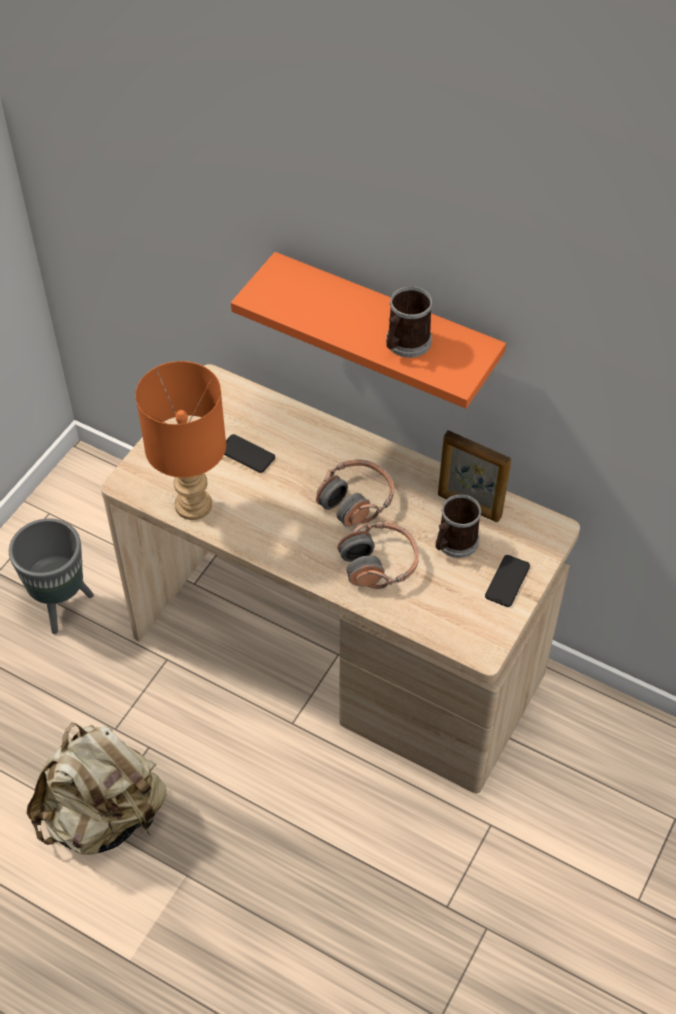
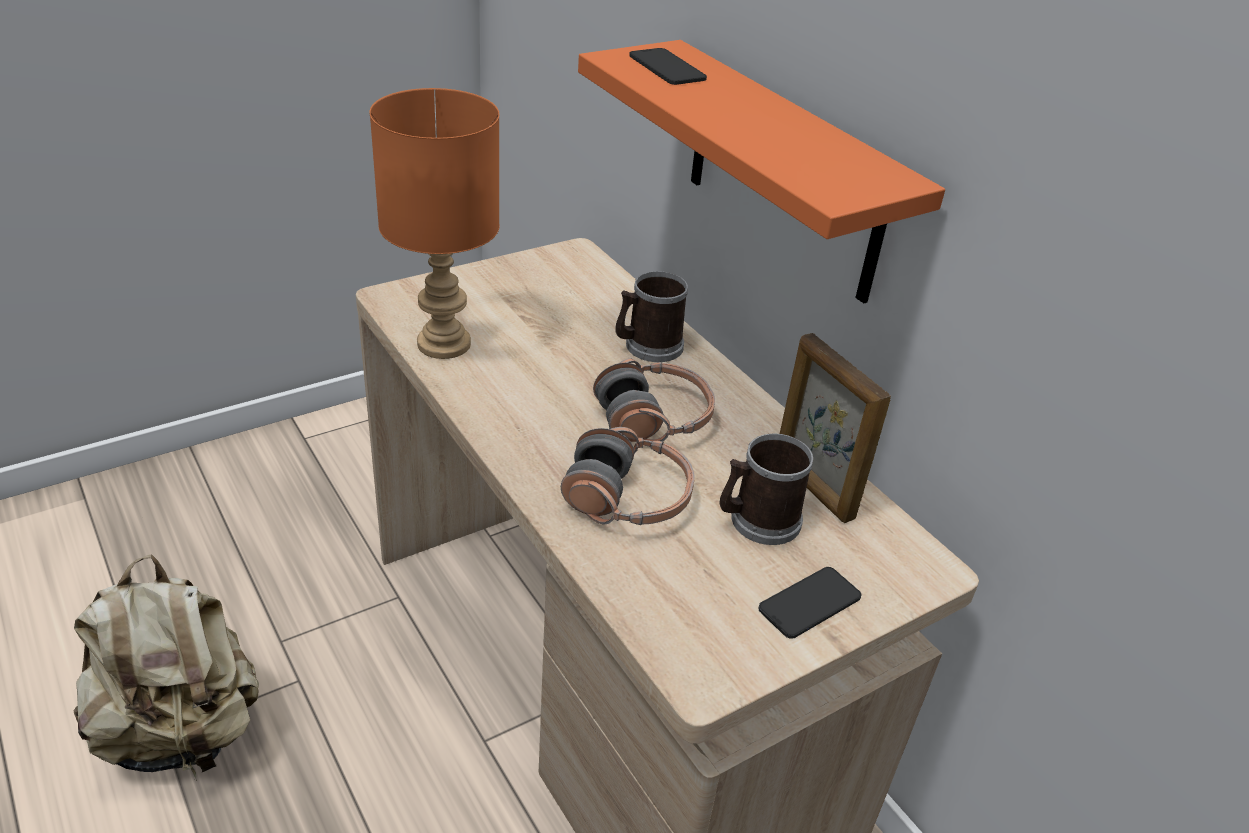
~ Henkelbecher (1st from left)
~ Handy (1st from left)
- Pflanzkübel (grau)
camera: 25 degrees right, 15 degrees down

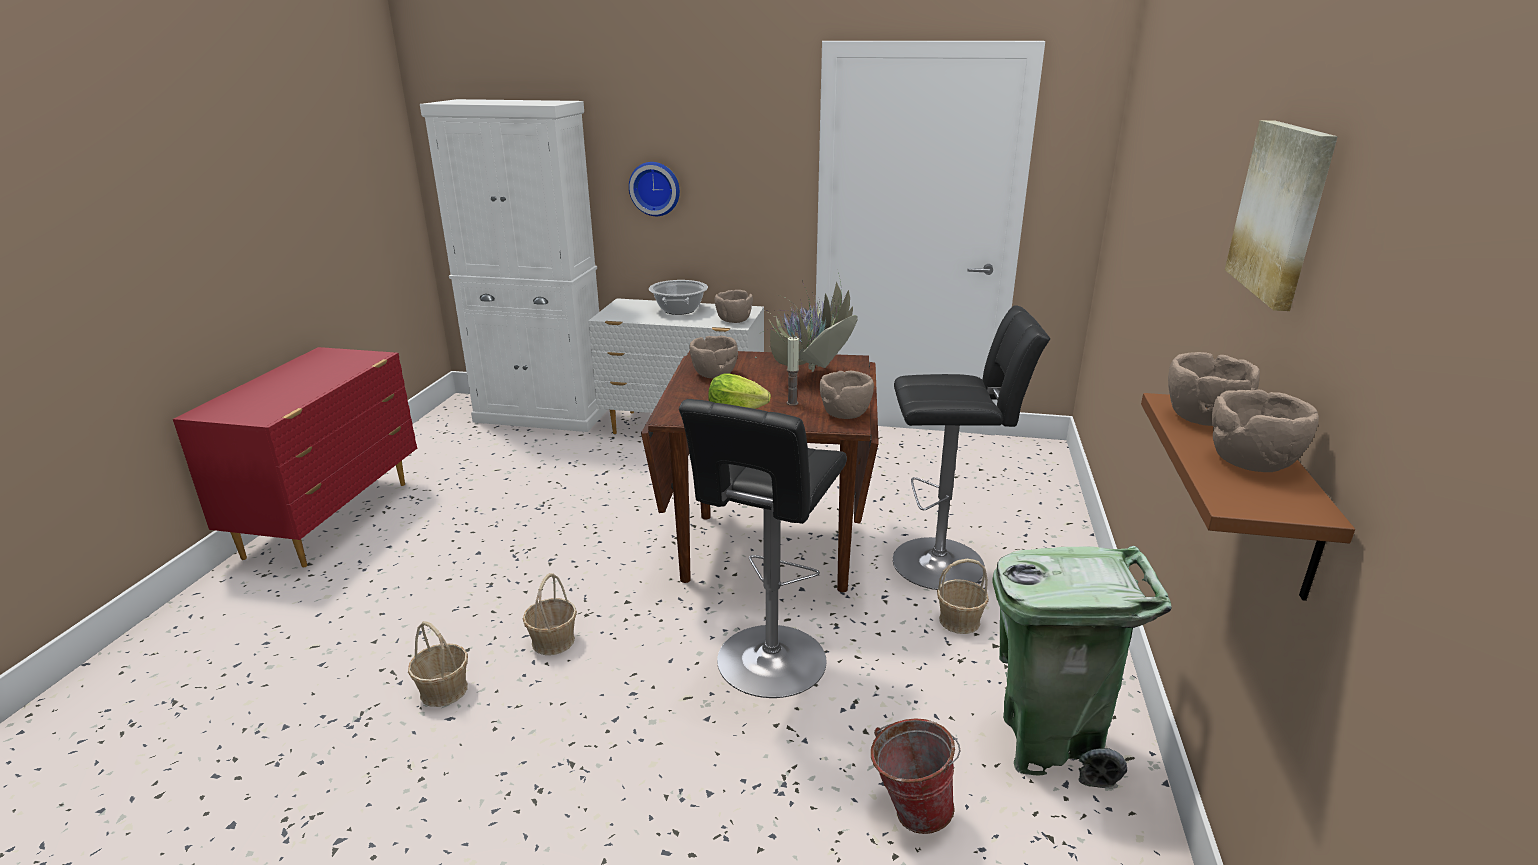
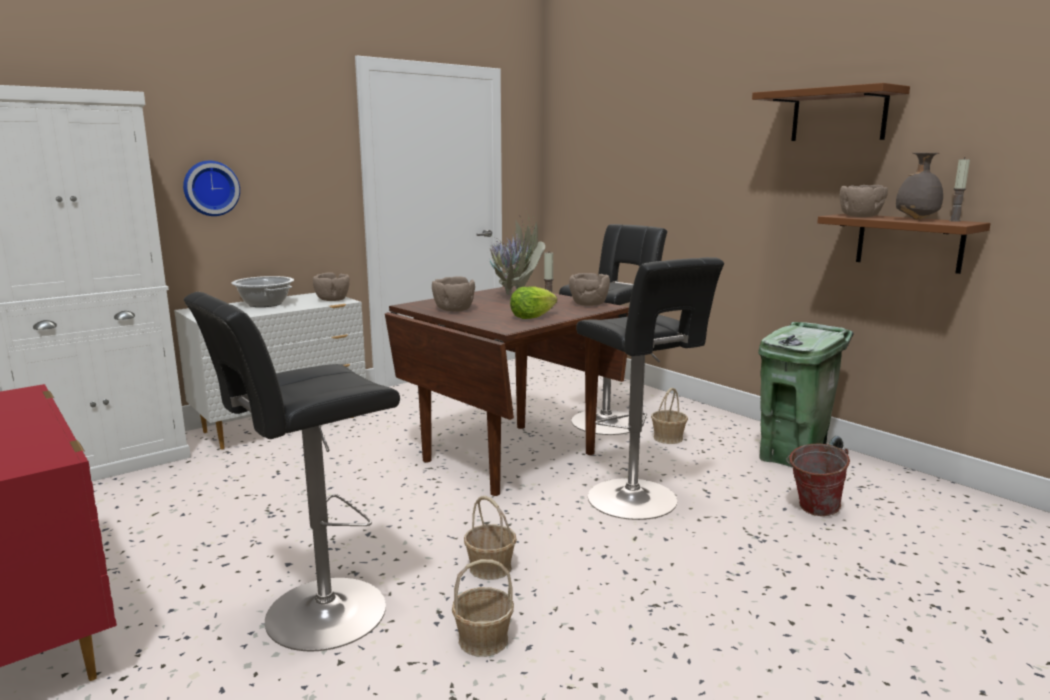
+ Hocker (schwarz) (1st from left)
~ Bild to Wandregal (braun) (1st from left)
~ Schüssel (braun) (5th from left) to Vase (grau)
+ Kerze (2nd from left)
camera: 50 degrees left, 10 degrees down

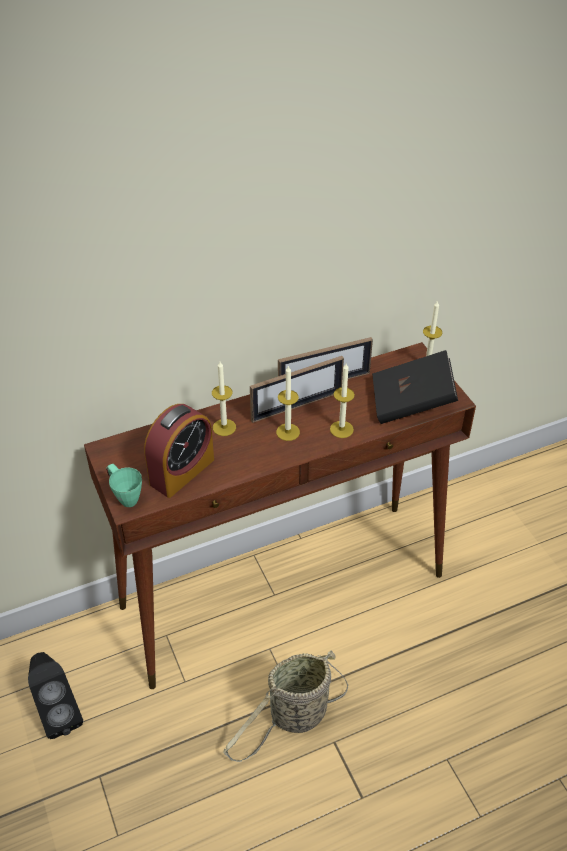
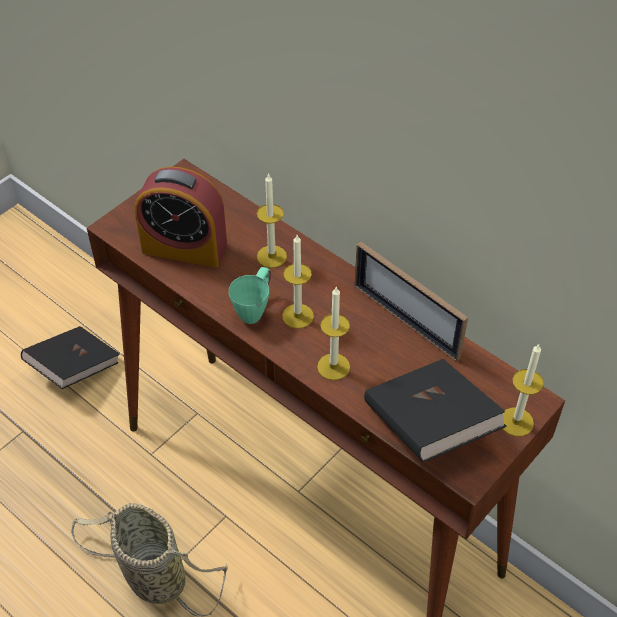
~ Lautsprecher (schwarz) to Buch (schwarz) (1st from left)
~ Henkelbecher (grün)
- Bilderrahmen (1st from left)
camera: 65 degrees right, 5 degrees up

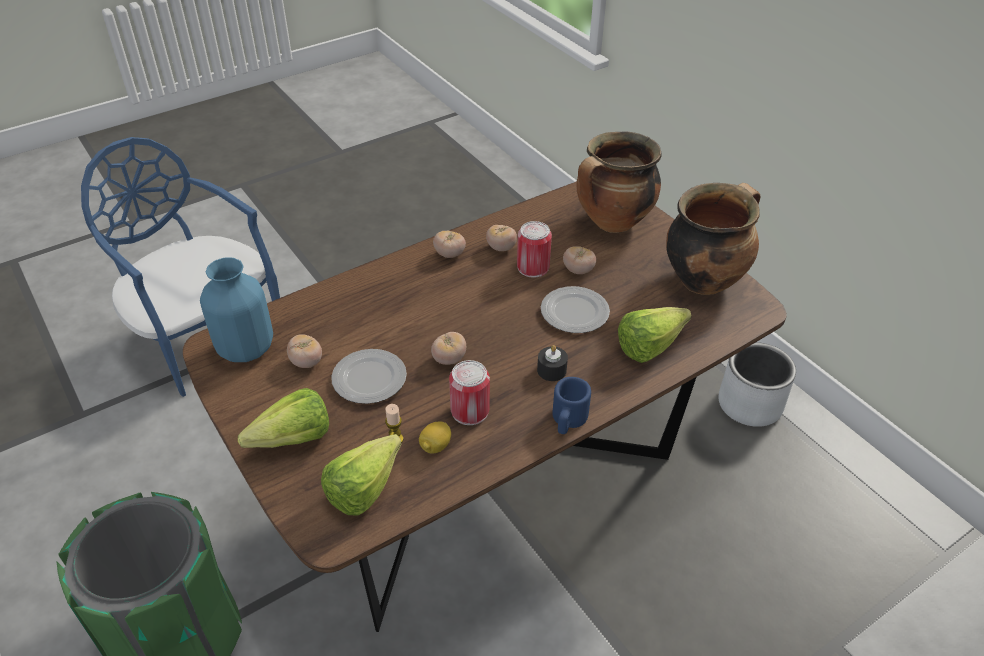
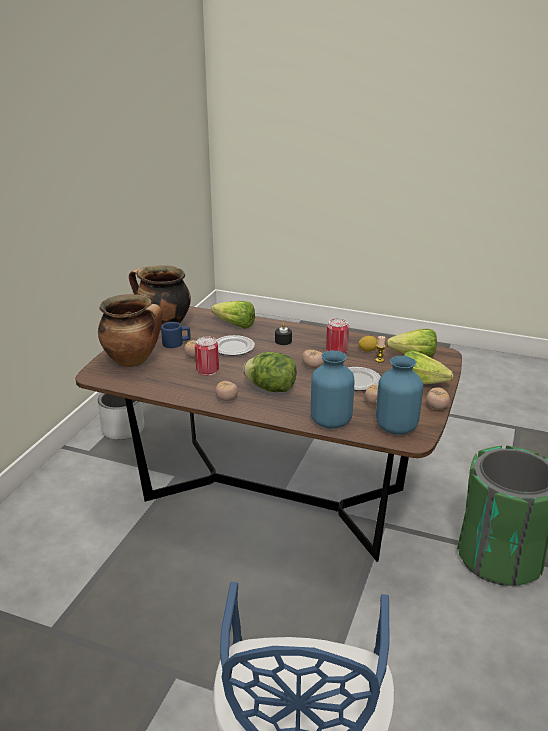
~ Henkelbecher (blau)
+ Salatkopf (2nd from left)
+ Vase (blau) (1st from left)
~ Tomate (4th from left in the first image) to Tomate (5th from left)
camera: 125 degrees left, 15 degrees down

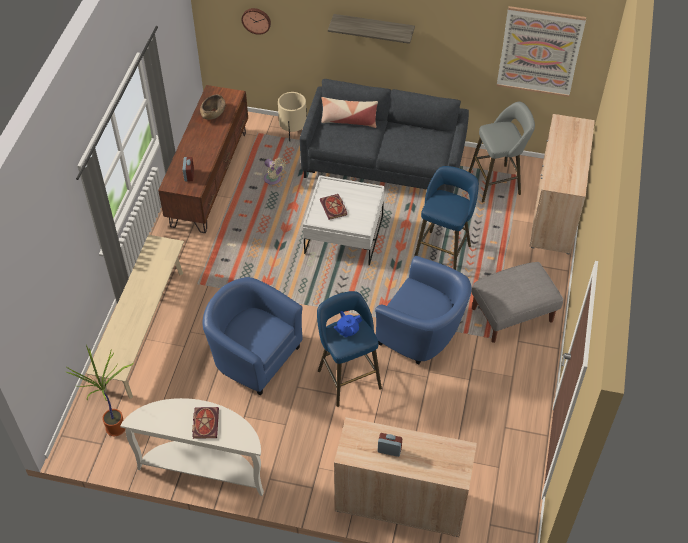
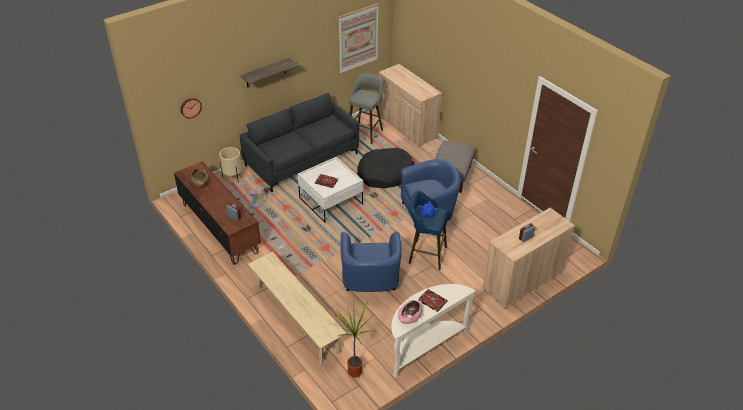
~ Sessel (blau) (1st from left) 75 degrees counterclockwise
~ Hocker (blau) (2nd from left) to Hundebett (schwarz)
+ Schüssel (rosa)
- Kissen
camera: 50 degrees left, 10 degrees down

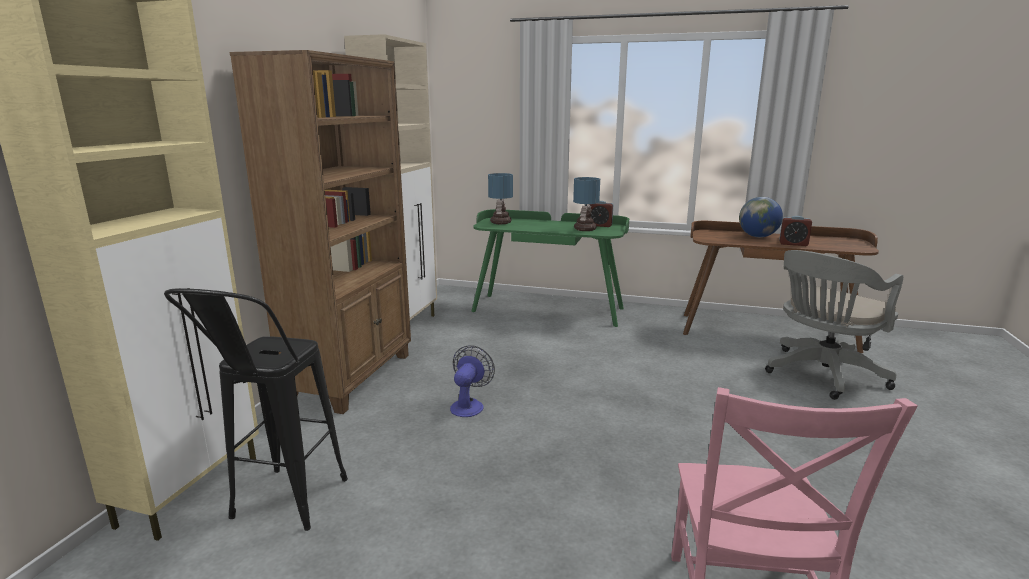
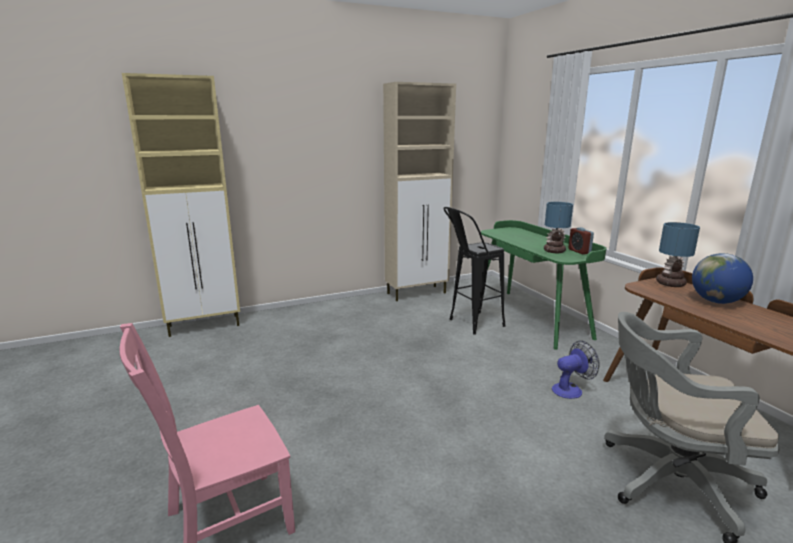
~ Hocker (schwarz)
~ Ventilator
~ Tischlampe (1st from left in the first image) to Tischlampe (2nd from left)
- Bücherregal (braun)
- Wecker (2nd from left)
camera: 50 degrees right, 0 degrees up

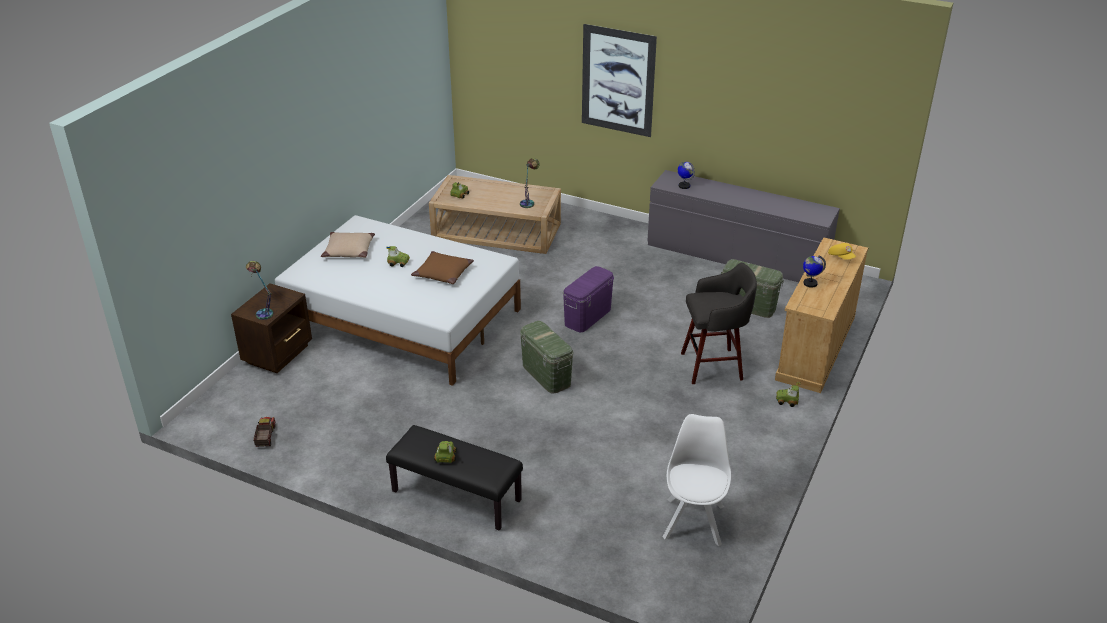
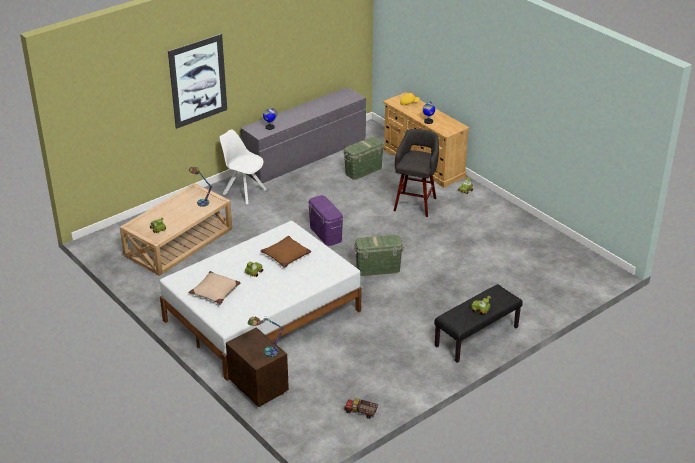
~ Stuhl (weiß)
camera: 65 degrees left, 0 degrees up

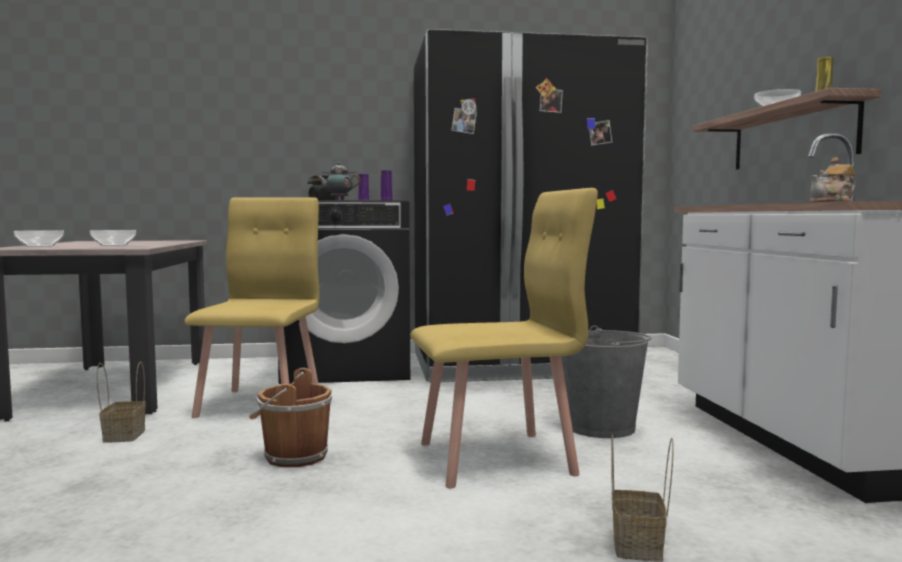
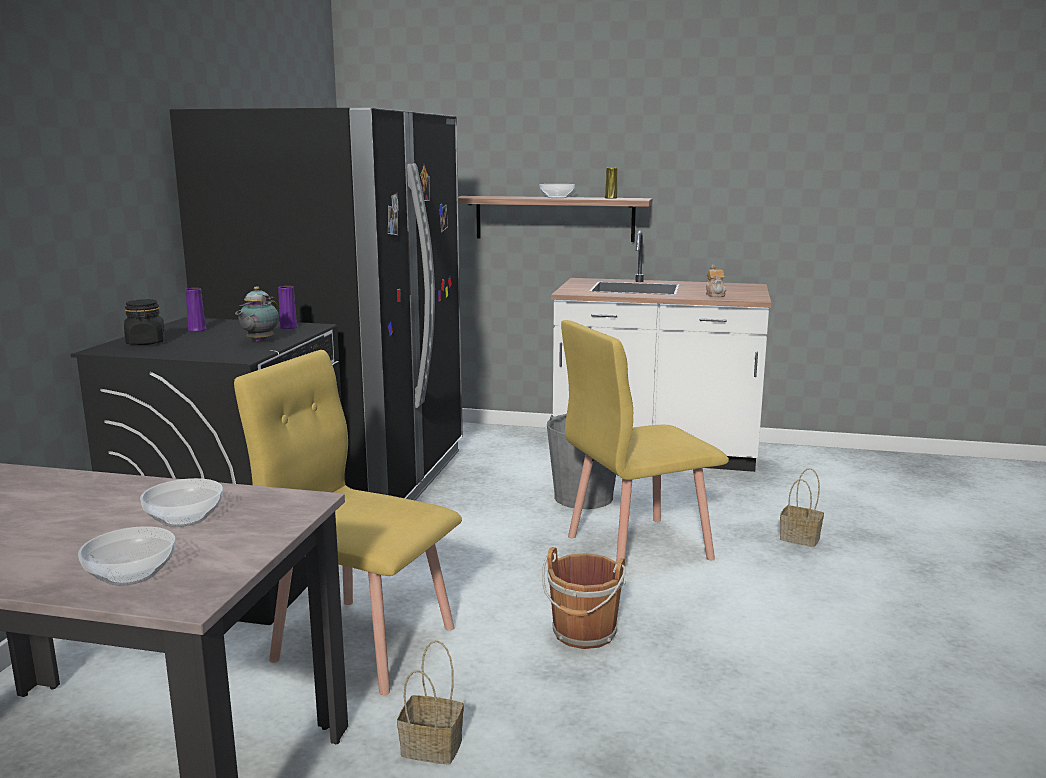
~ Stuhl (gelb) (2nd from left) 120 degrees counterclockwise
camera: 70 degrees left, 10 degrees up

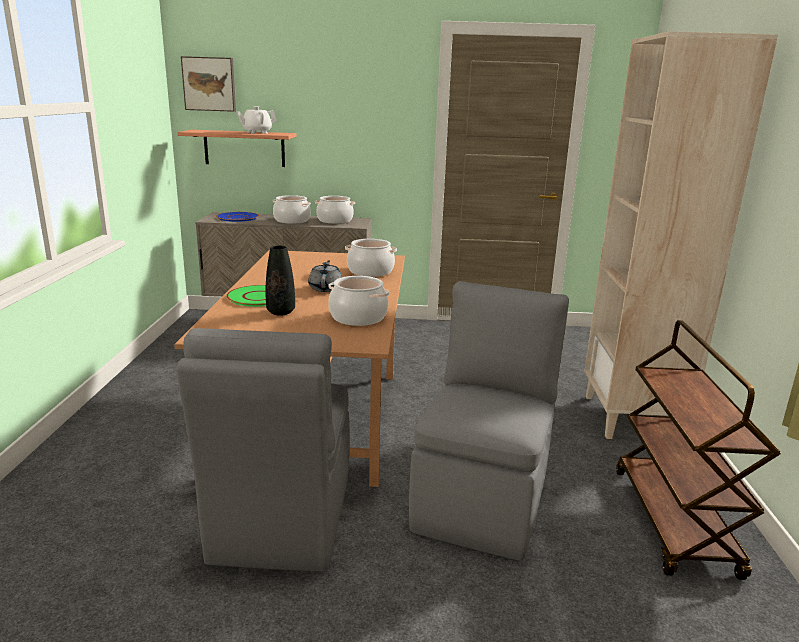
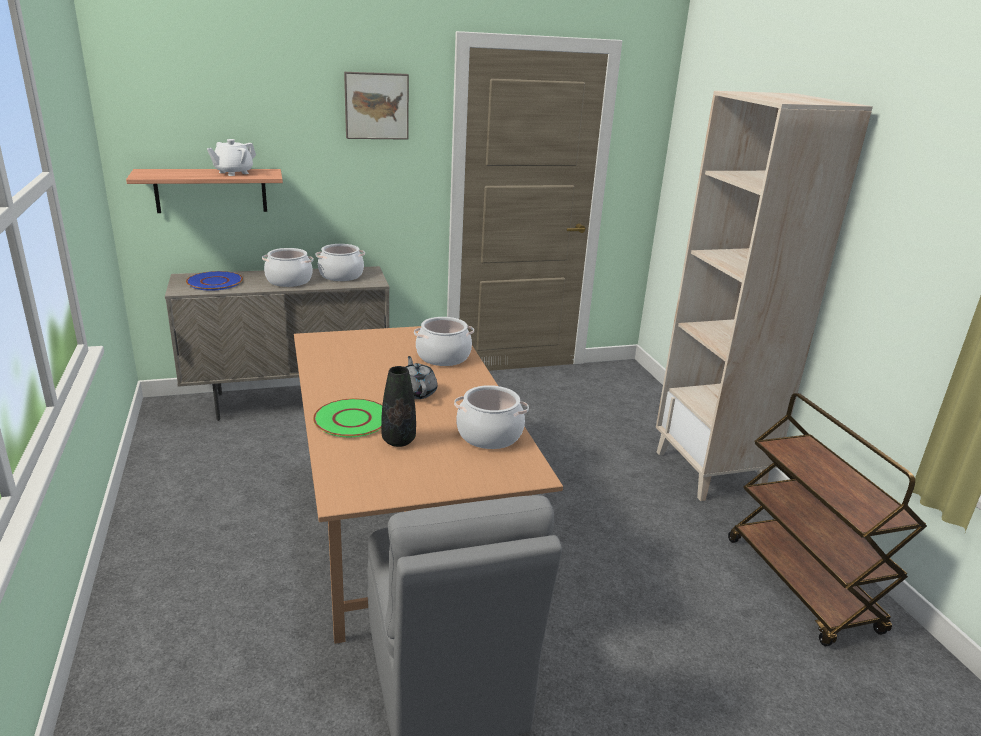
~ Bild
- Stuhl (grau) (2nd from left)
camera: 20 degrees left, 5 degrees up

